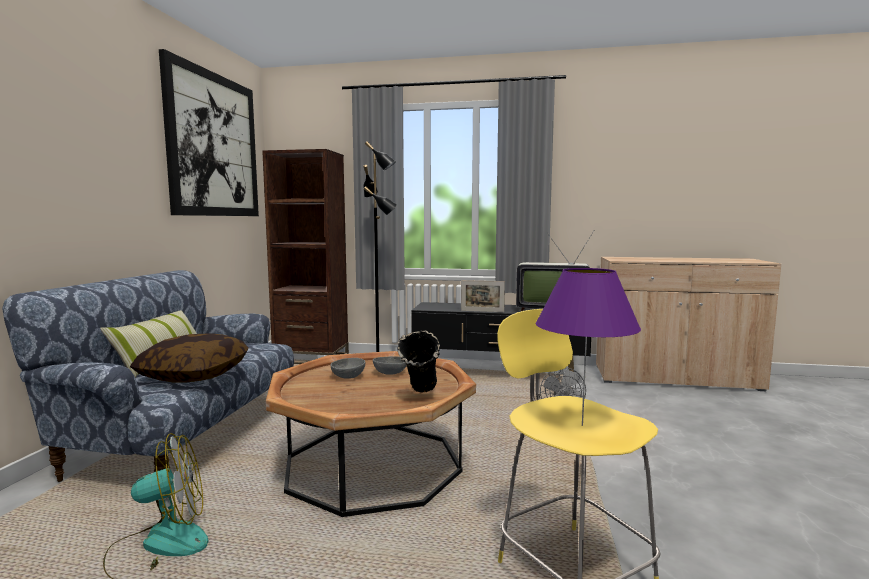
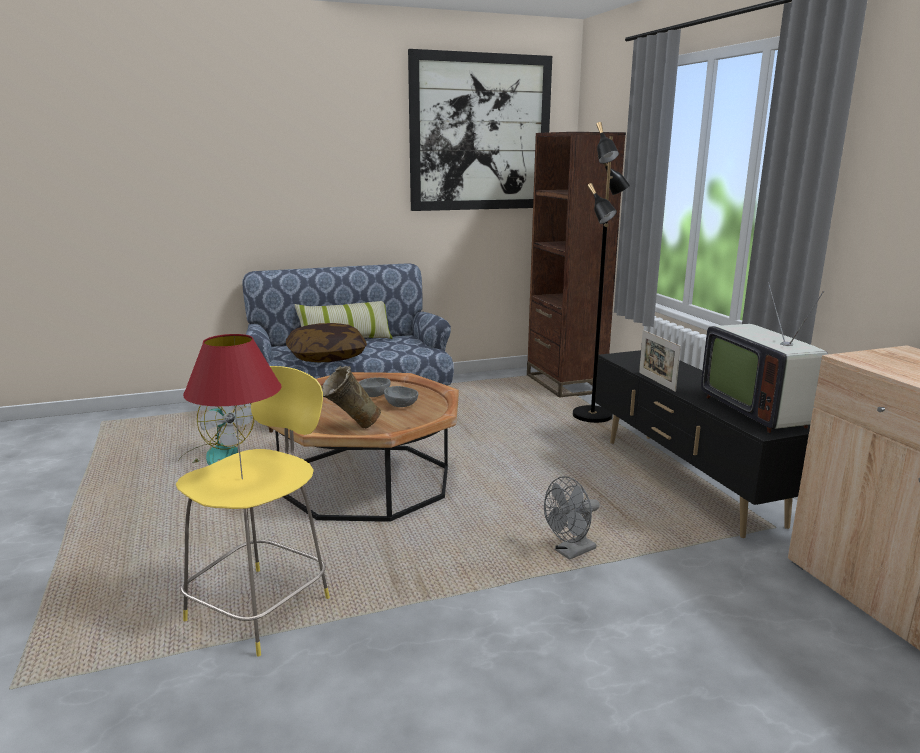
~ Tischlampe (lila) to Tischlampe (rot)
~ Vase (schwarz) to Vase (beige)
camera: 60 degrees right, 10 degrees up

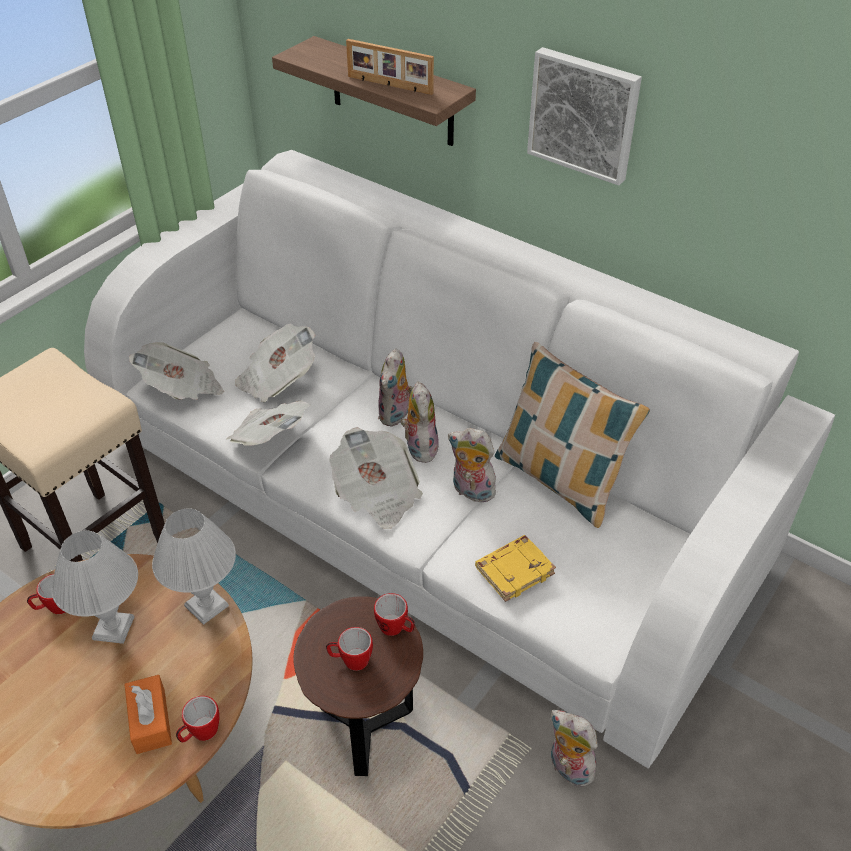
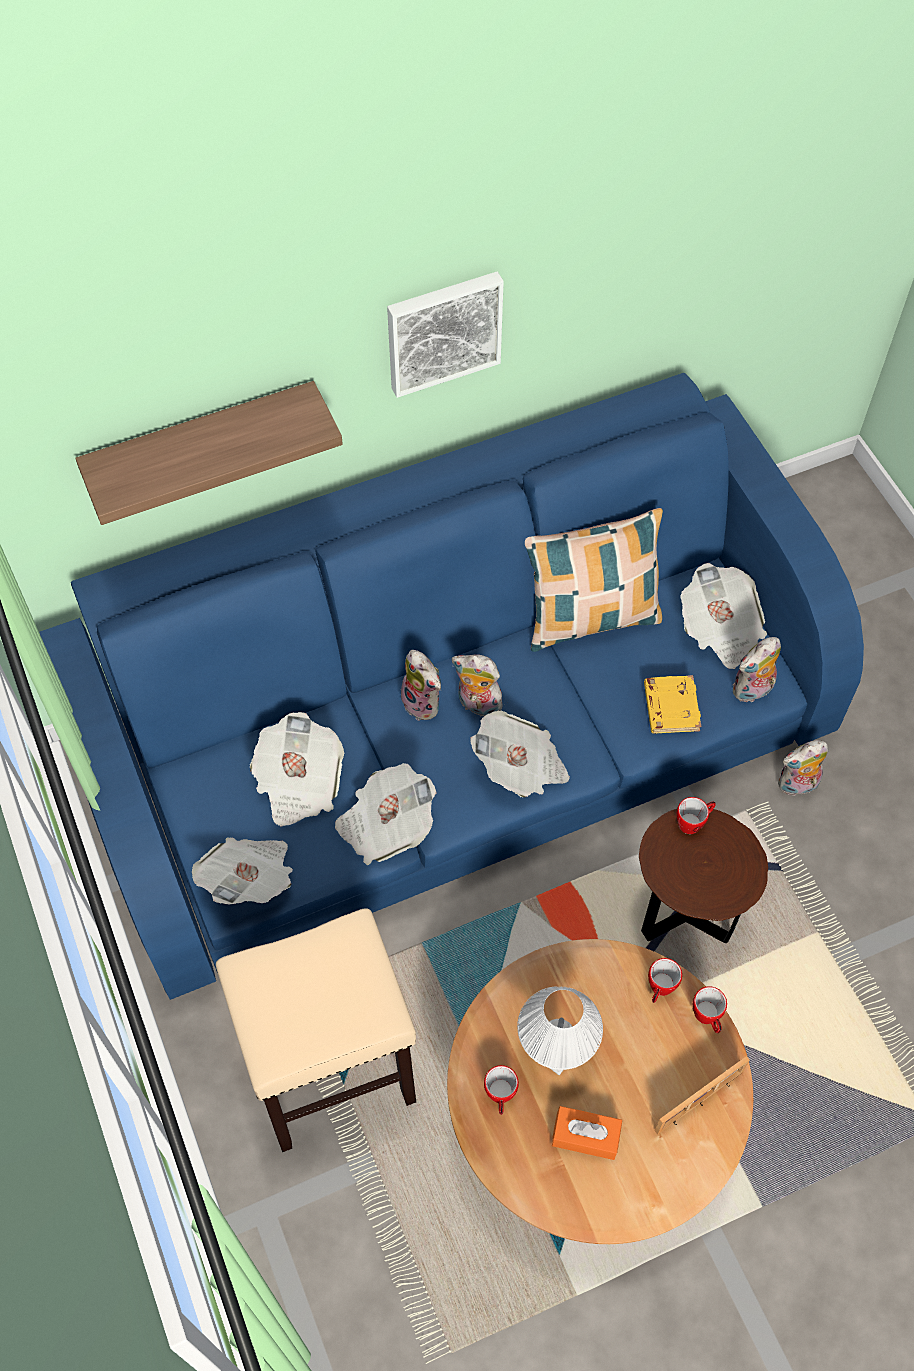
~ Sofa (weiß) to Sofa (blau)
~ Taschentuchbox (orange)
~ Henkelbecher (3rd from left in the first image) to Henkelbecher (2nd from left)
~ Bilderrahmen
+ Zeitung (5th from left)
~ Plüschtier (3rd from left)
- Tischlampe (weiß) (2nd from left)
camera: 60 degrees left, 15 degrees up

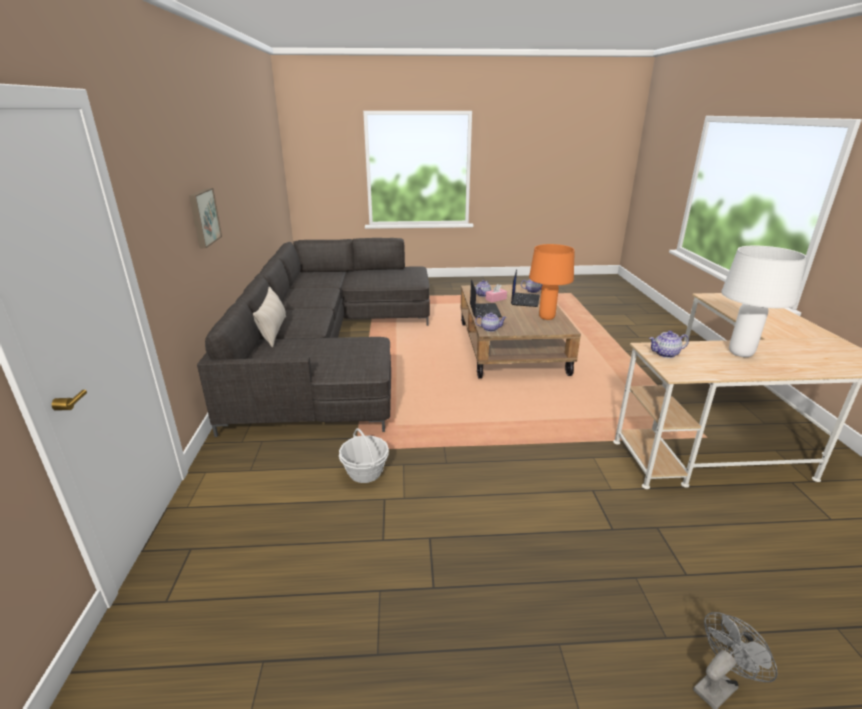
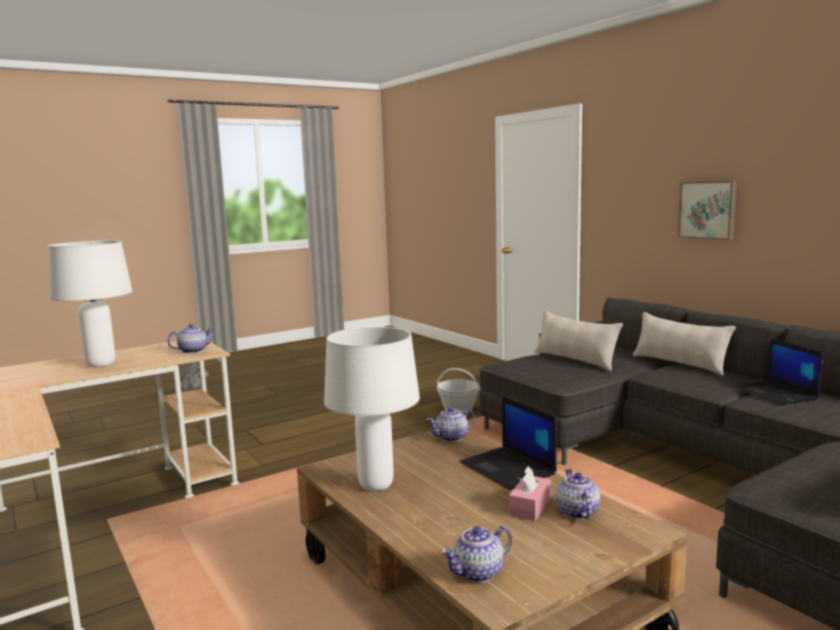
~ Tischlampe (orange) to Tischlampe (weiß) (2nd from left)
+ Kissen (beige) (1st from left)
~ Laptop (2nd from left)
camera: 150 degrees right, 15 degrees down

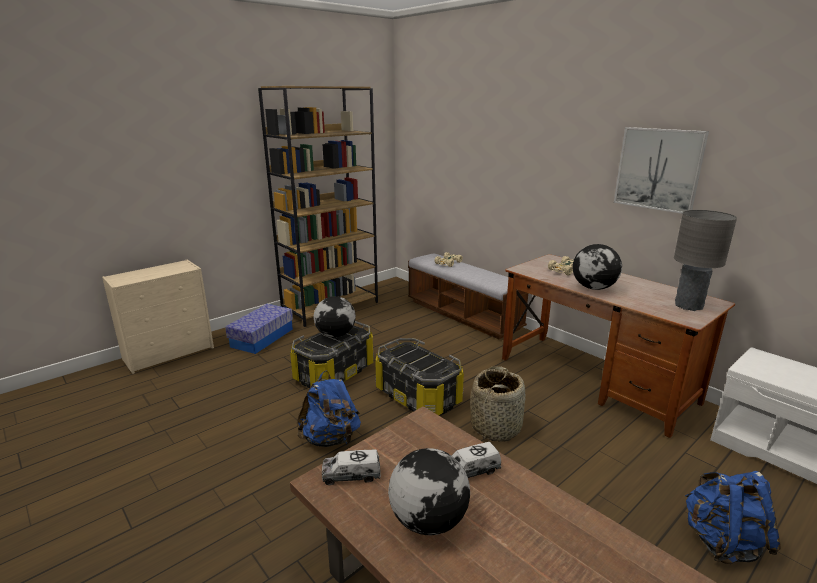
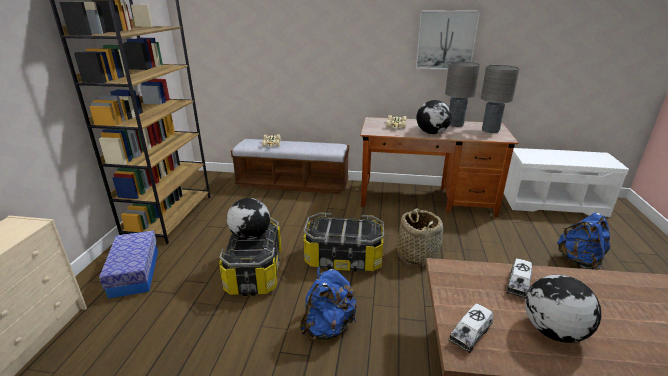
+ Tischlampe (grau) (1st from left)
camera: 40 degrees left, 5 degrees up

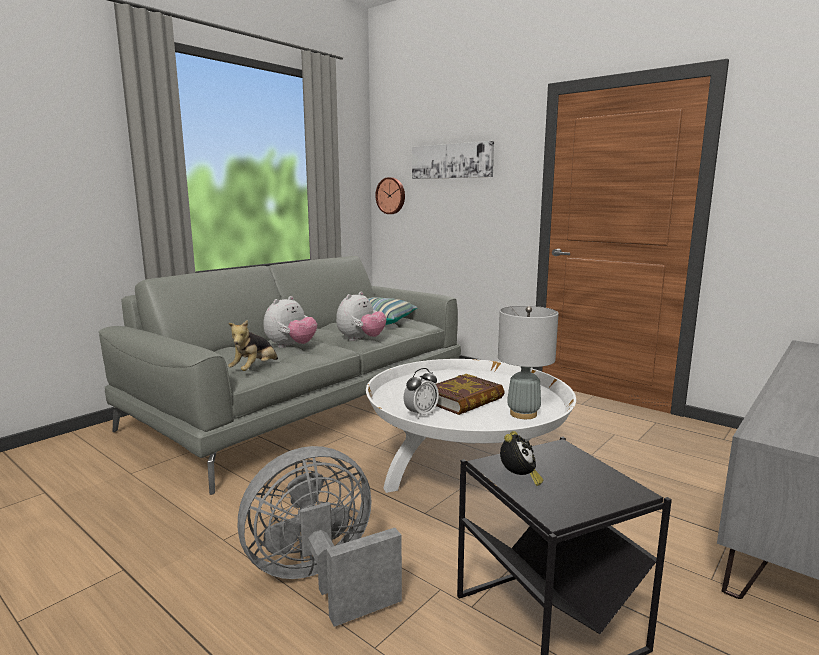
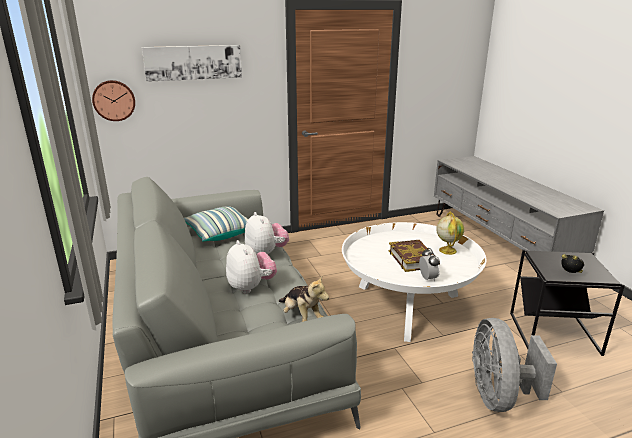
~ Tischlampe (grau) to Globus
camera: 60 degrees left, 10 degrees up

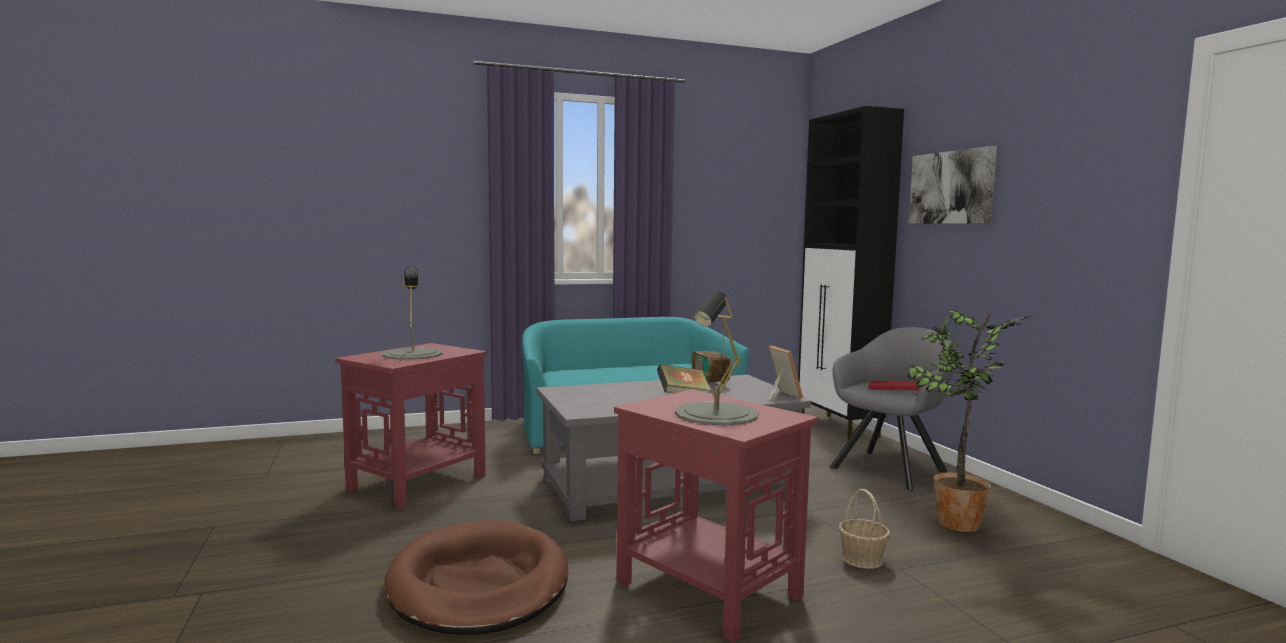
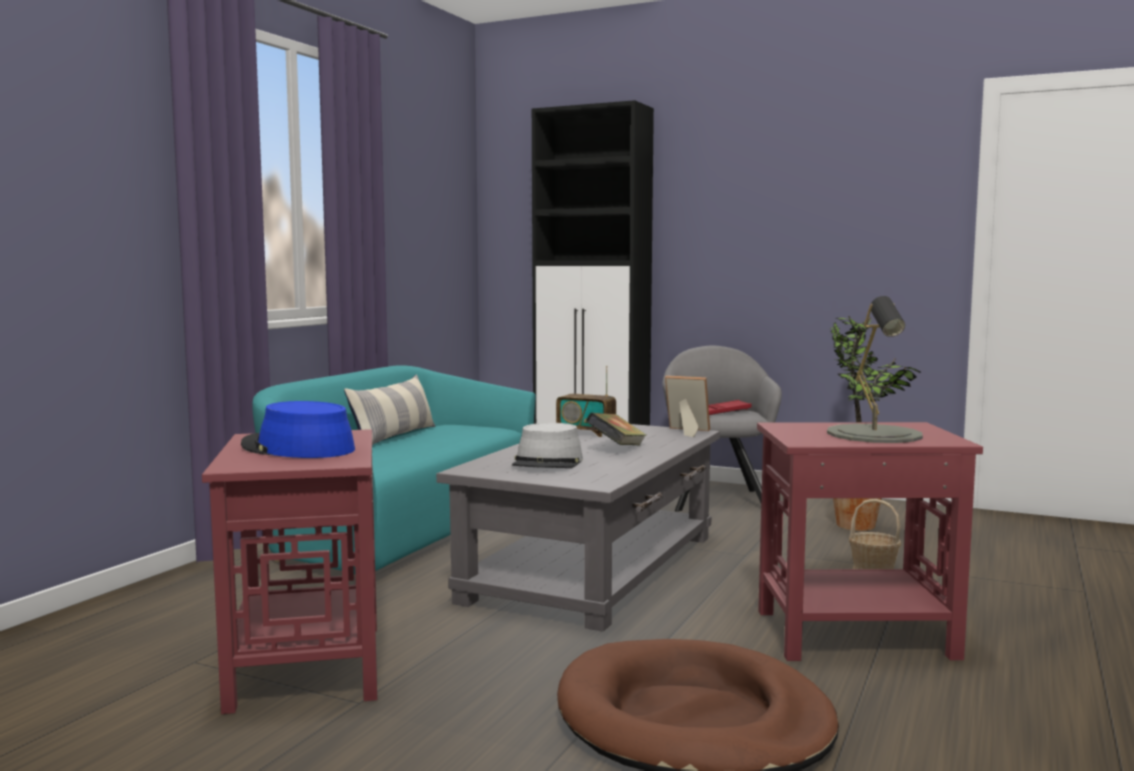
~ Tischlampe (grau) (1st from left) to Hut (blau)
+ Kissen
+ Hut (grau)
- Bild
camera: 45 degrees left, 0 degrees up

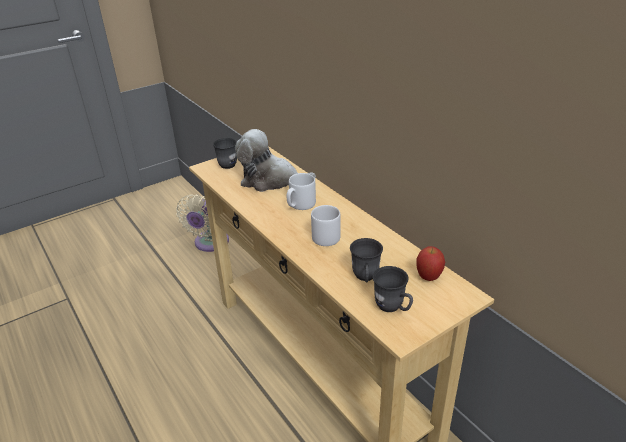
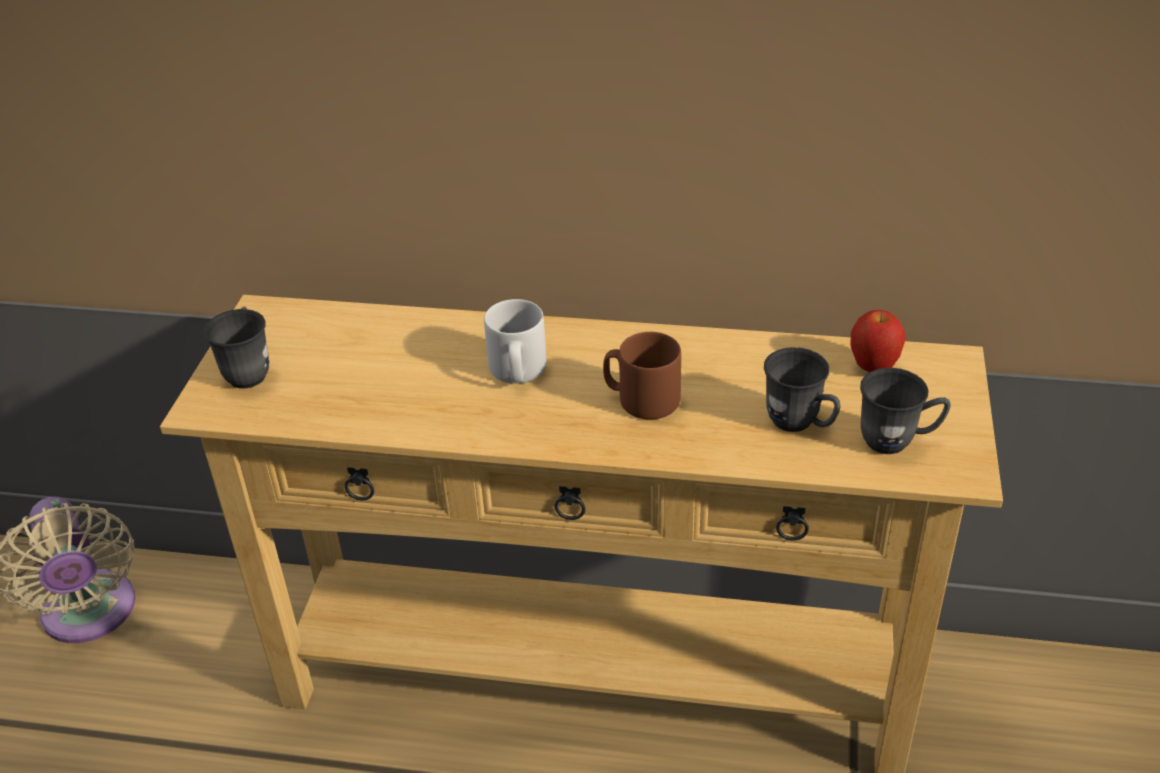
~ Henkelbecher (grau) (3rd from left) to Henkelbecher (braun)
- Plüschtier
camera: 45 degrees left, 5 degrees up

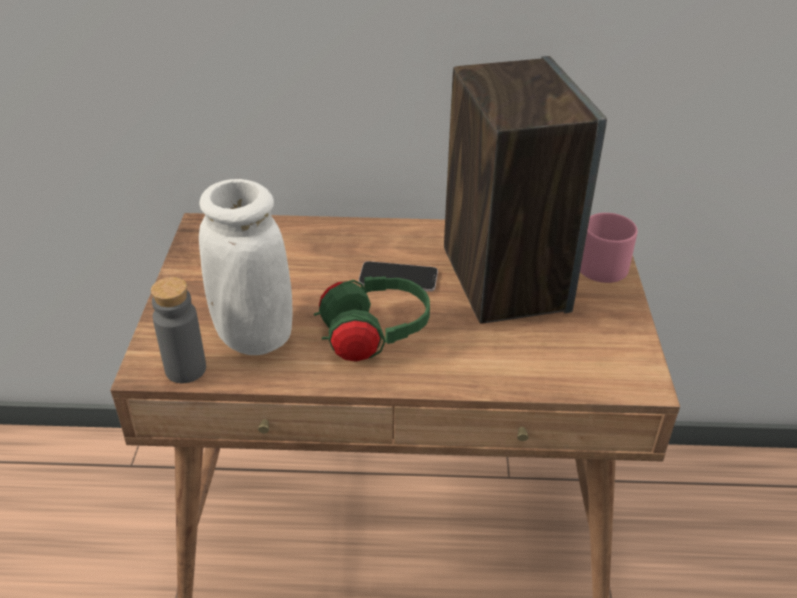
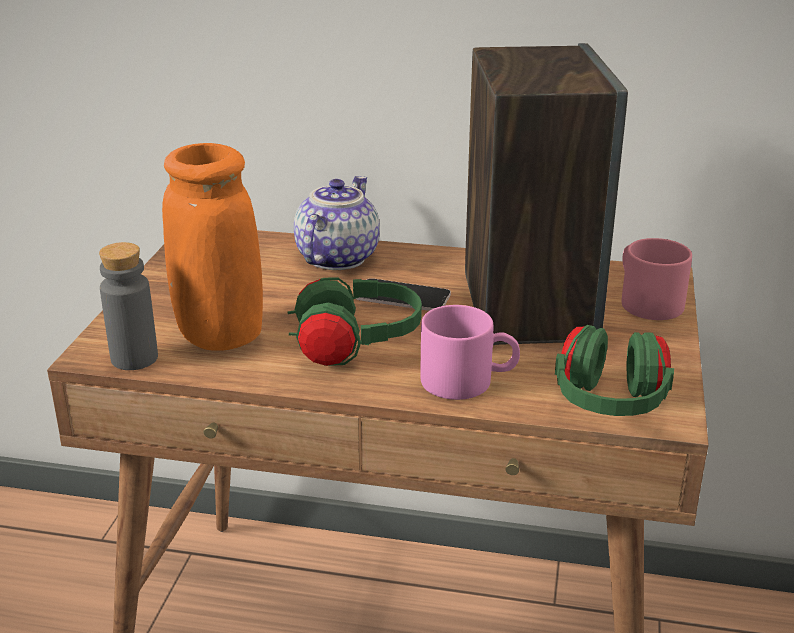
~ Vase (weiß) to Vase (orange)
+ Teekanne
+ Henkelbecher (rosa) (1st from left)
+ Kopfhörer (grün) (2nd from left)
camera: 10 degrees right, 10 degrees down

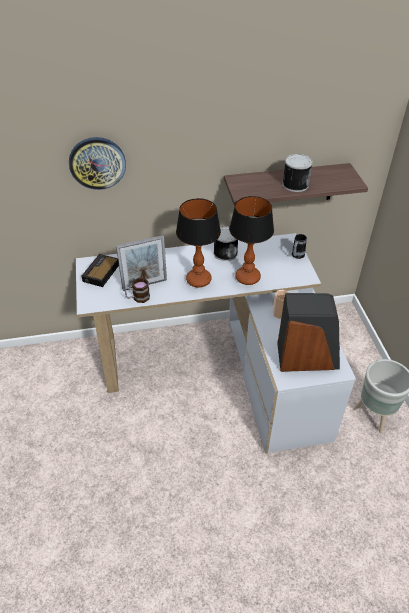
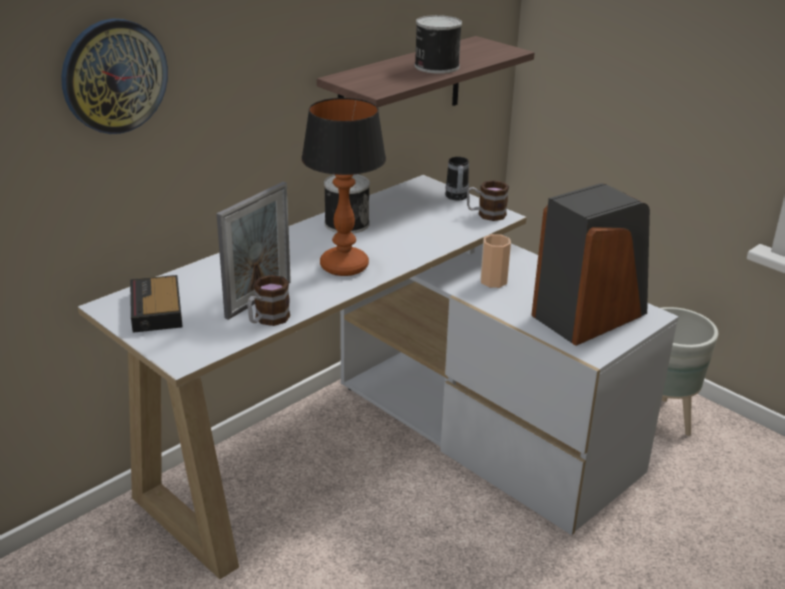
+ Henkelbecher (3rd from left)
- Tischlampe (2nd from left)
camera: 35 degrees left, 15 degrees down

